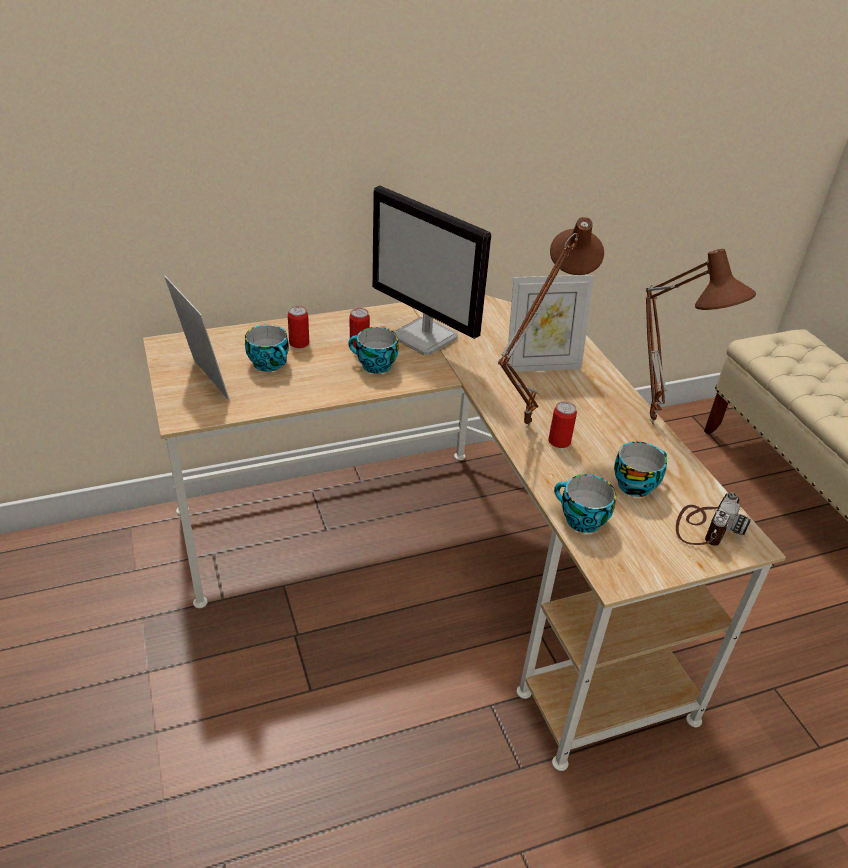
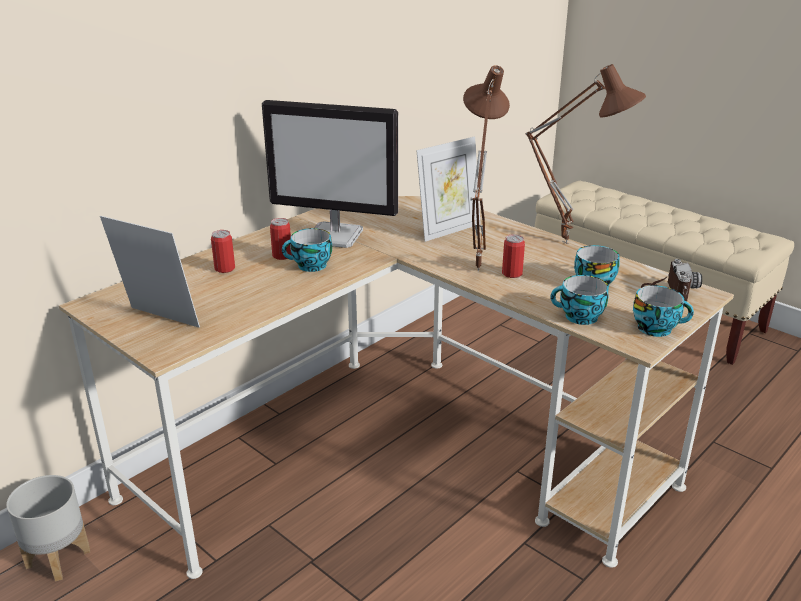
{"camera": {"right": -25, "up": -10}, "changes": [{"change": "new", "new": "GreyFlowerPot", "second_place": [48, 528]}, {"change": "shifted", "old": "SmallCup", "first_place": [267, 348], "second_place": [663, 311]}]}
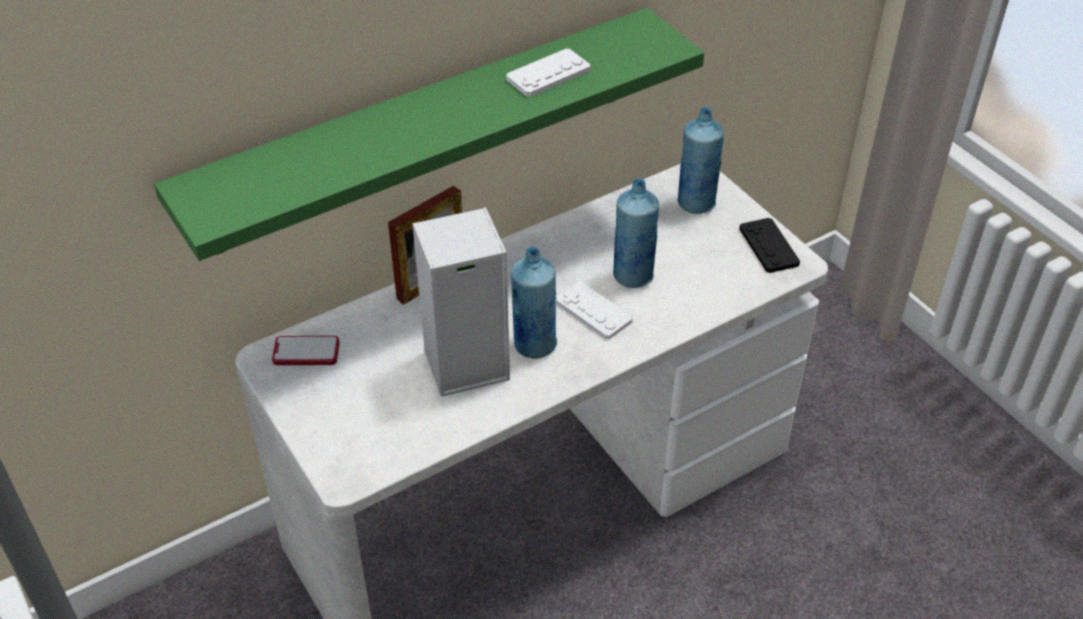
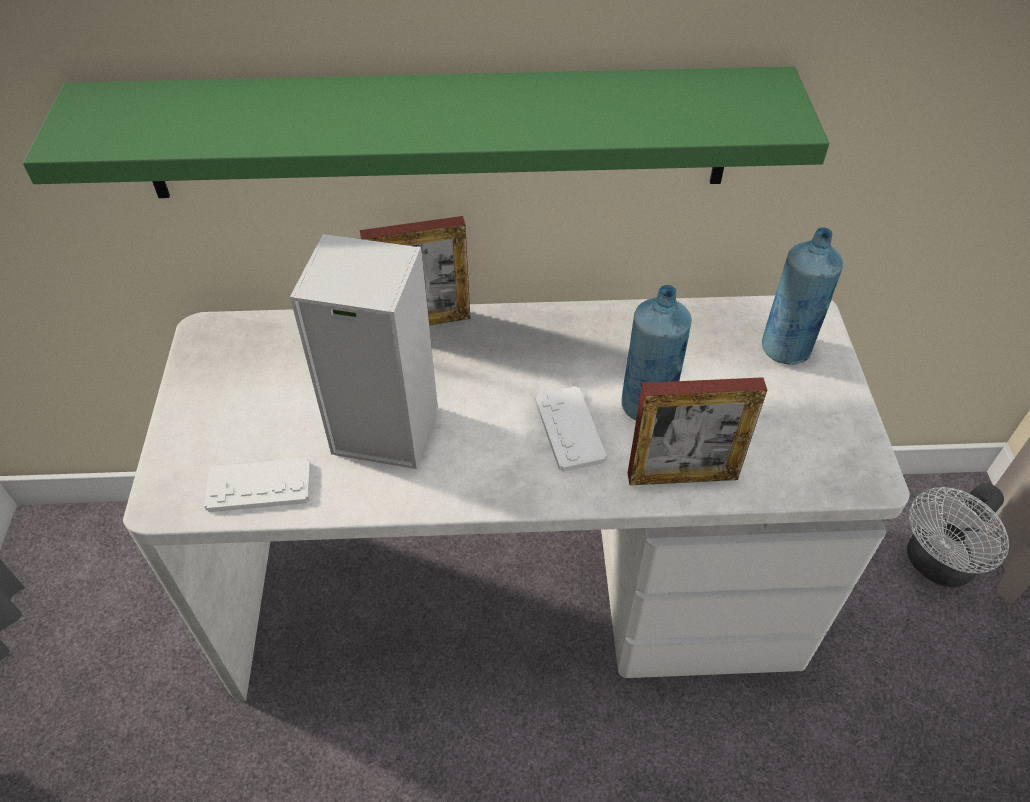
{"camera": {"right": 30, "up": 5}, "changes": [{"change": "shifted", "old": "WhiteJoypad", "first_place": [548, 72], "second_place": [257, 485]}, {"change": "new", "new": "PictureFrame", "second_place": [697, 431]}, {"change": "new", "new": "WhiteCoolingFan", "second_place": [958, 535]}, {"change": "gone", "old": "Telephone", "first_place": [305, 350]}, {"change": "gone", "old": "BluishBeverageBottle", "first_place": [534, 302]}, {"change": "gone", "old": "BlackColouredJoypad", "first_place": [769, 245]}]}
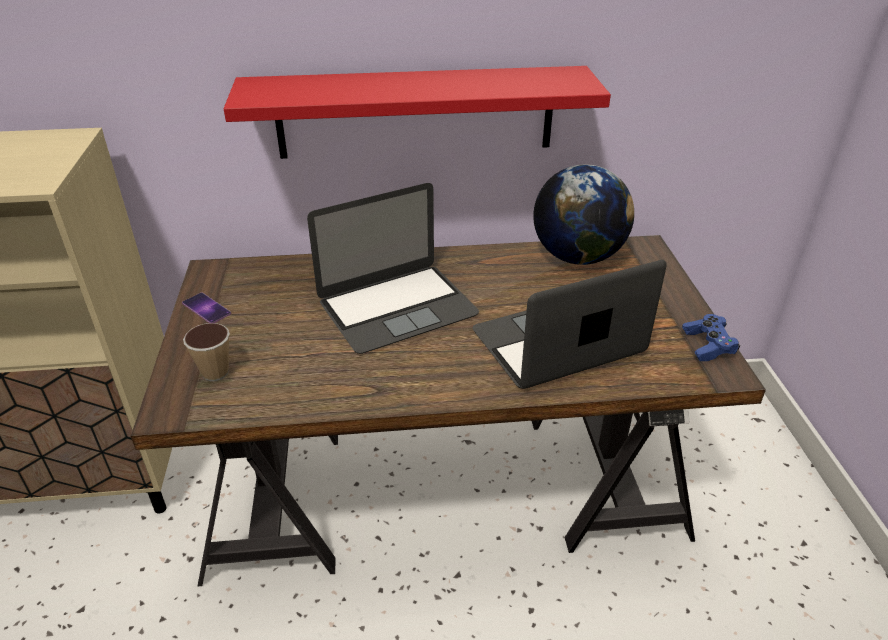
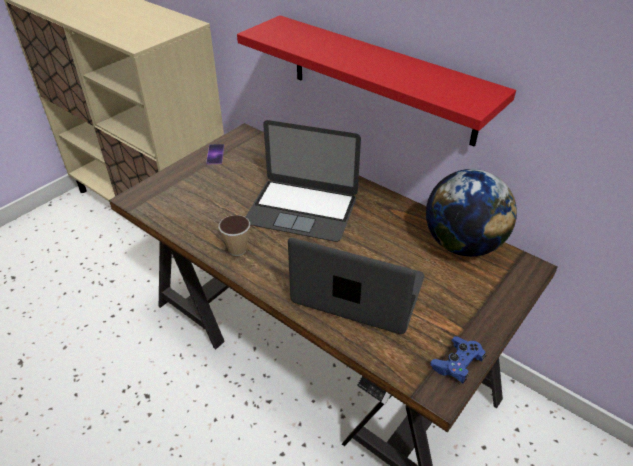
{"camera": {"right": 45, "up": 5}, "changes": [{"change": "shifted", "old": "SmallCup", "first_place": [206, 352], "second_place": [234, 235]}]}
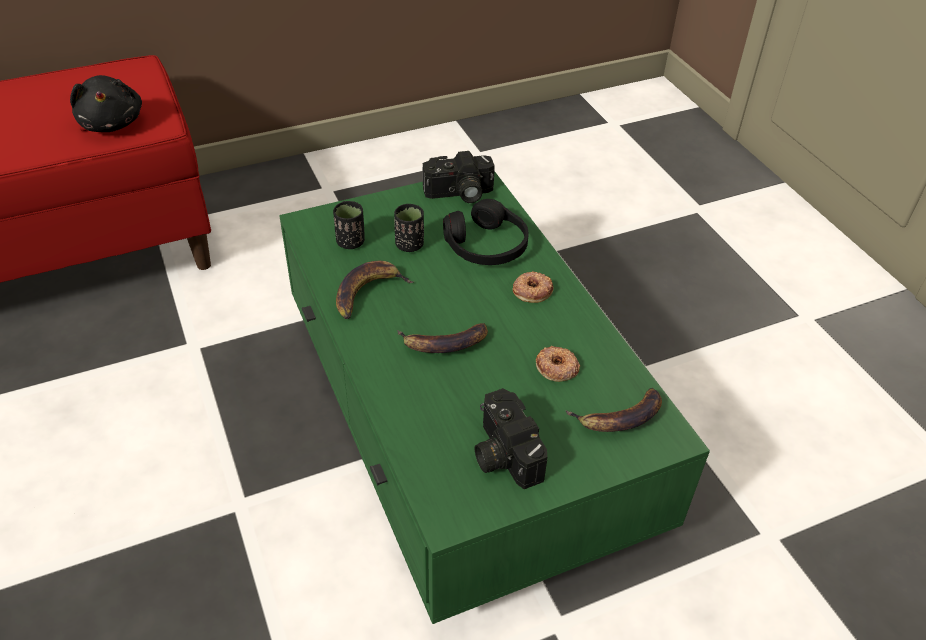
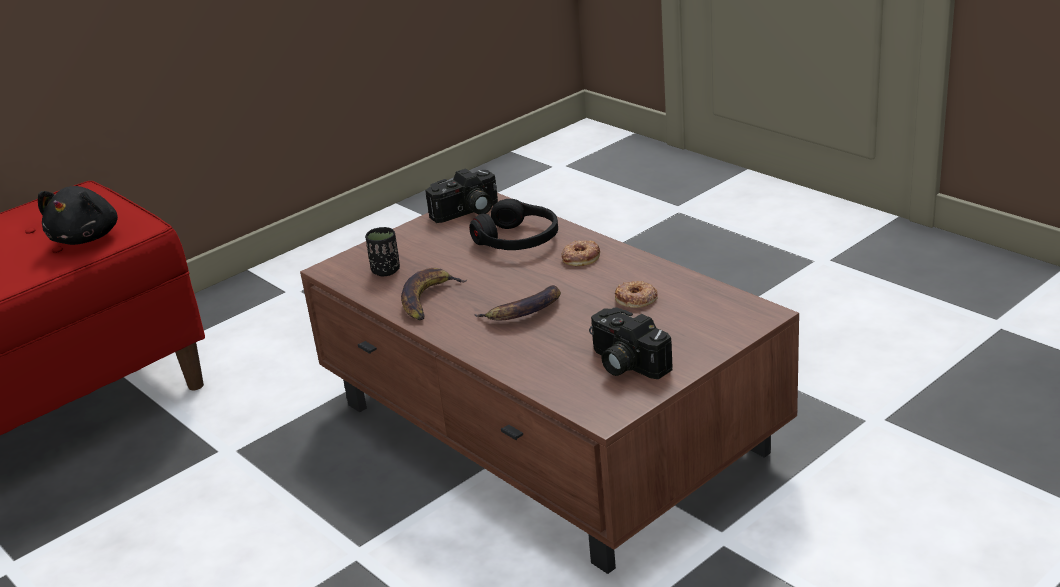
{"camera": {"right": -15, "up": -15}, "changes": [{"change": "rotated", "old": "BlackColouredSoftToy", "first_place": [106, 103], "second_place": [78, 215], "degrees": 45}, {"change": "repainted", "old": "GreenLowTable", "new": "BrownishLowTable", "first_place": [494, 397], "second_place": [549, 383]}, {"change": "gone", "old": "BlackColouredSmallCup", "first_place": [409, 228]}, {"change": "gone", "old": "BananaFruit", "first_place": [613, 410]}]}
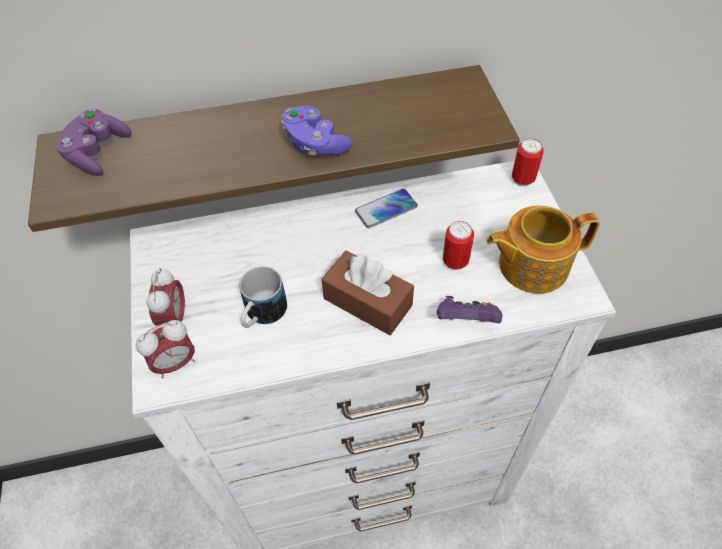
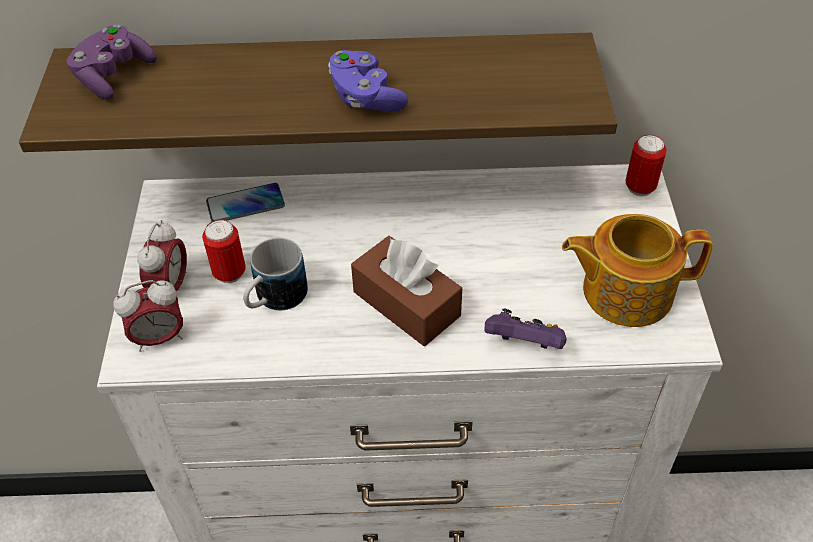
{"camera": {"right": 10, "up": -5}, "changes": [{"change": "shifted", "old": "Can", "first_place": [458, 245], "second_place": [224, 251]}, {"change": "shifted", "old": "Telephone", "first_place": [386, 208], "second_place": [245, 202]}]}
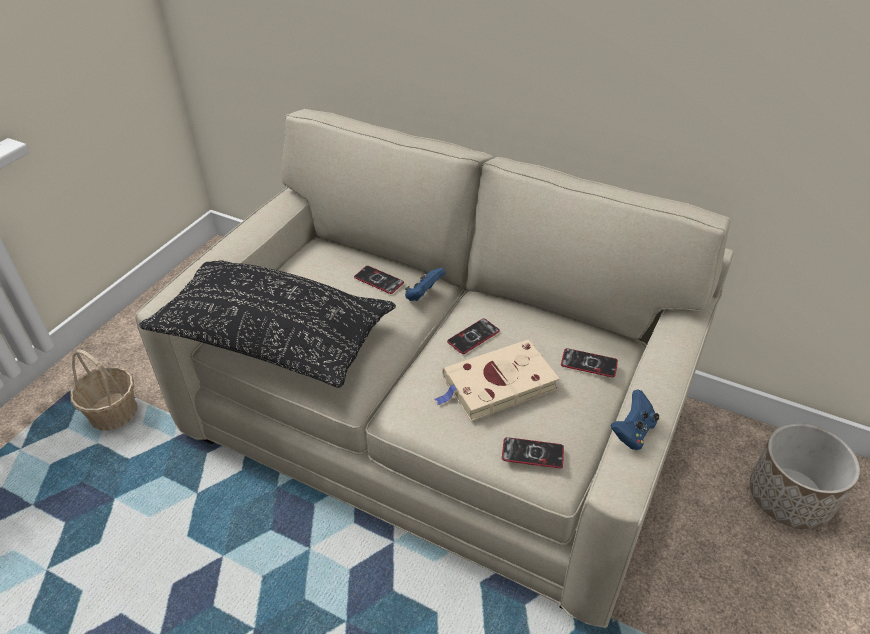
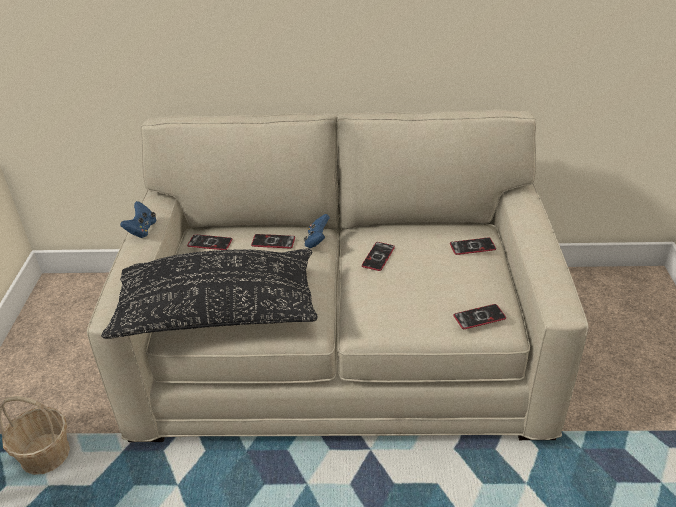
{"camera": {"right": -25, "up": -5}, "changes": [{"change": "shifted", "old": "BluishJoypad", "first_place": [635, 419], "second_place": [138, 219]}, {"change": "new", "new": "Telephone", "second_place": [209, 242]}, {"change": "gone", "old": "BeigeColouredBook", "first_place": [497, 380]}, {"change": "gone", "old": "FlowerPot", "first_place": [805, 476]}]}
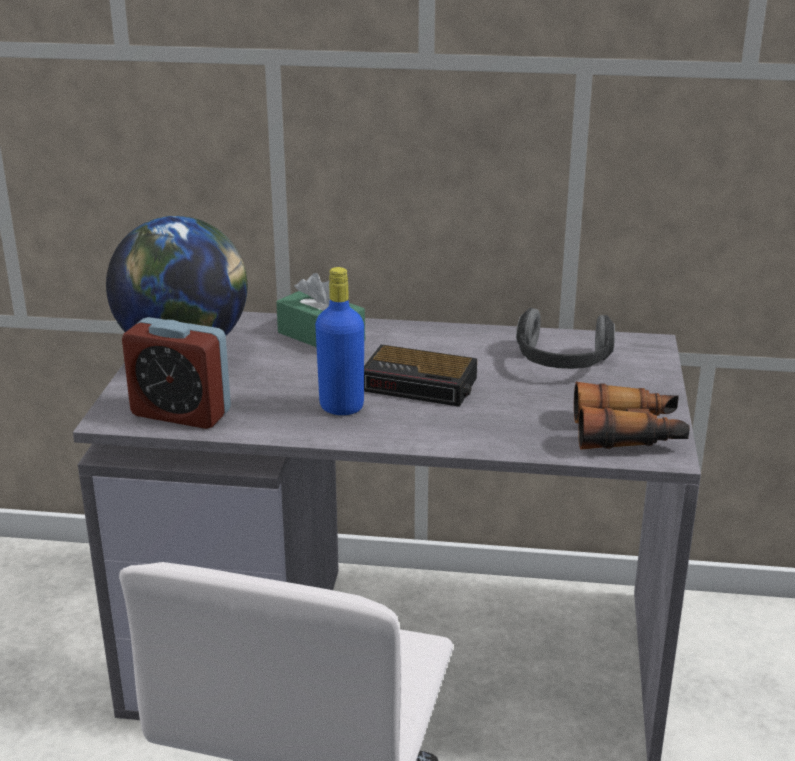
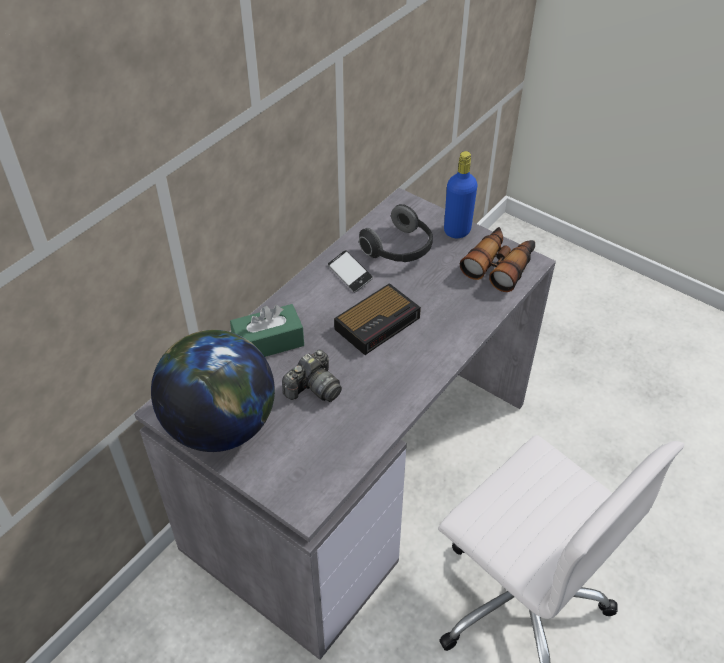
{"camera": {"right": -60, "up": 20}, "changes": [{"change": "new", "new": "PhotoCamera", "second_place": [312, 376]}, {"change": "new", "new": "Telephone", "second_place": [350, 271]}, {"change": "shifted", "old": "BluishBeverageBottle", "first_place": [339, 341], "second_place": [460, 194]}, {"change": "gone", "old": "BedsideClock", "first_place": [176, 373]}]}
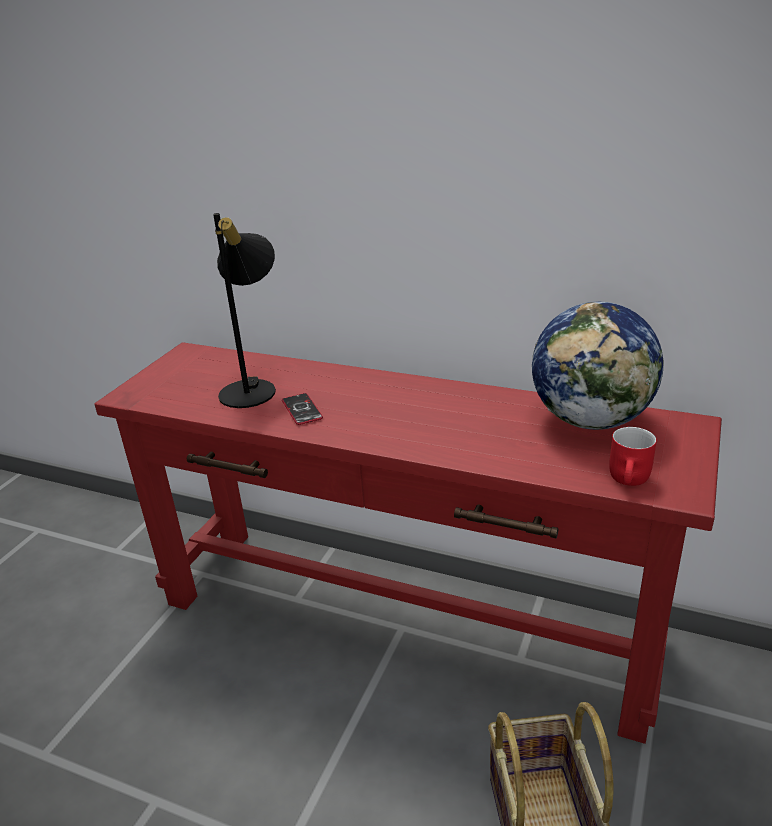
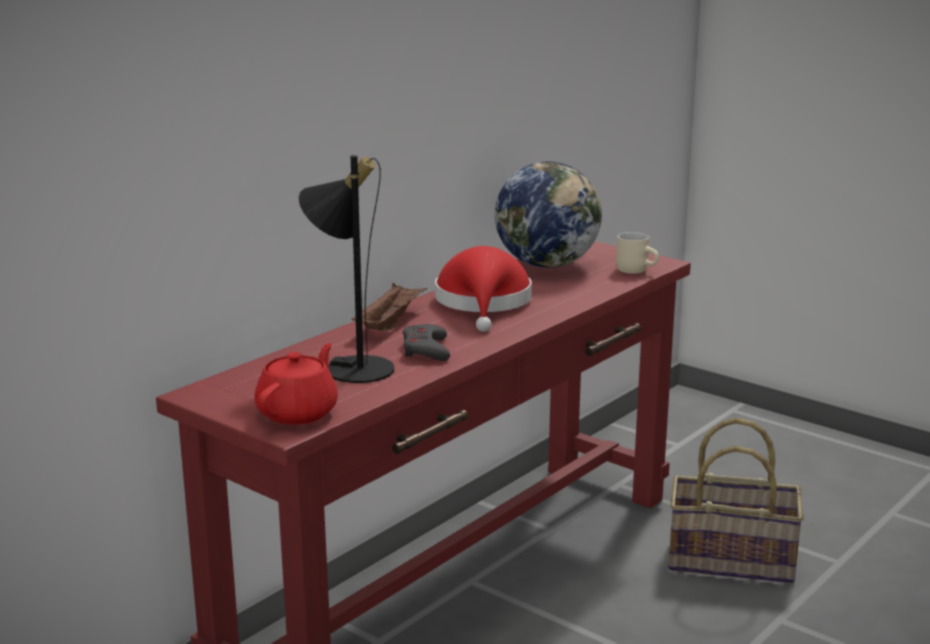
{"camera": {"right": -75, "up": -10}, "changes": [{"change": "new", "new": "ReddishTeapot", "second_place": [296, 384]}, {"change": "new", "new": "BrownishServingTray", "second_place": [389, 307]}, {"change": "swapped", "old": "Telephone", "new": "GreyJoypad", "first_place": [302, 409], "second_place": [426, 342]}, {"change": "new", "new": "ReddishClothingHat", "second_place": [483, 289]}, {"change": "repainted", "old": "ReddishMug", "new": "BeigeColouredMug", "first_place": [633, 456], "second_place": [637, 253]}]}
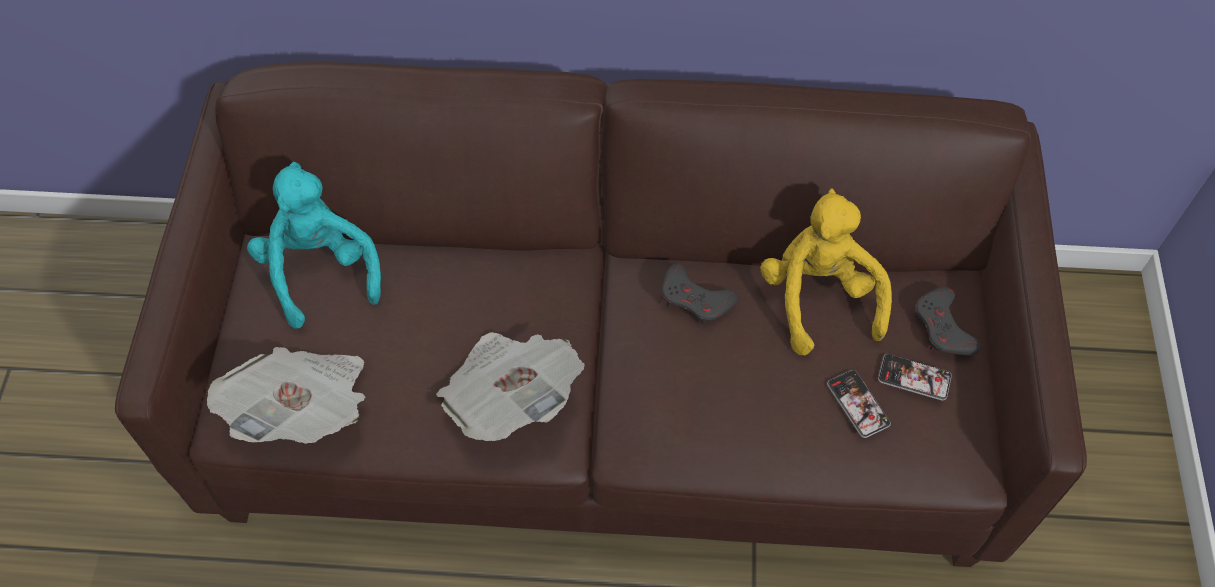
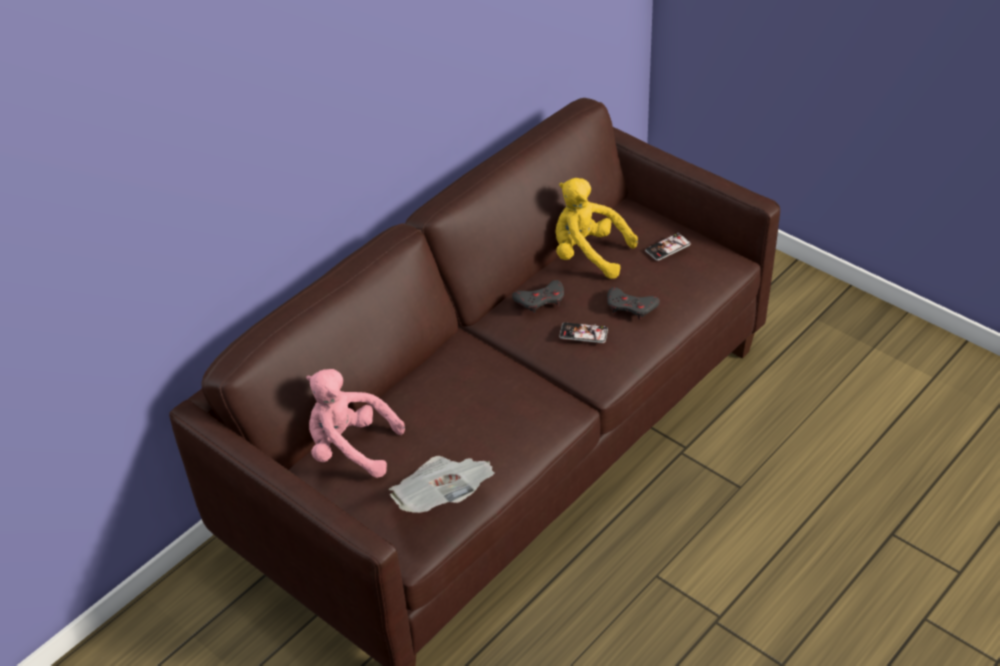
{"camera": {"right": -50, "up": -15}, "changes": [{"change": "repainted", "old": "BlueGreenSoftToy", "new": "PinkColouredSoftToy", "first_place": [314, 245], "second_place": [355, 423]}, {"change": "shifted", "old": "Telephone", "first_place": [859, 404], "second_place": [583, 332]}, {"change": "shifted", "old": "GreyJoypad", "first_place": [947, 321], "second_place": [633, 303]}, {"change": "gone", "old": "PrintedPaper", "first_place": [510, 386]}]}
